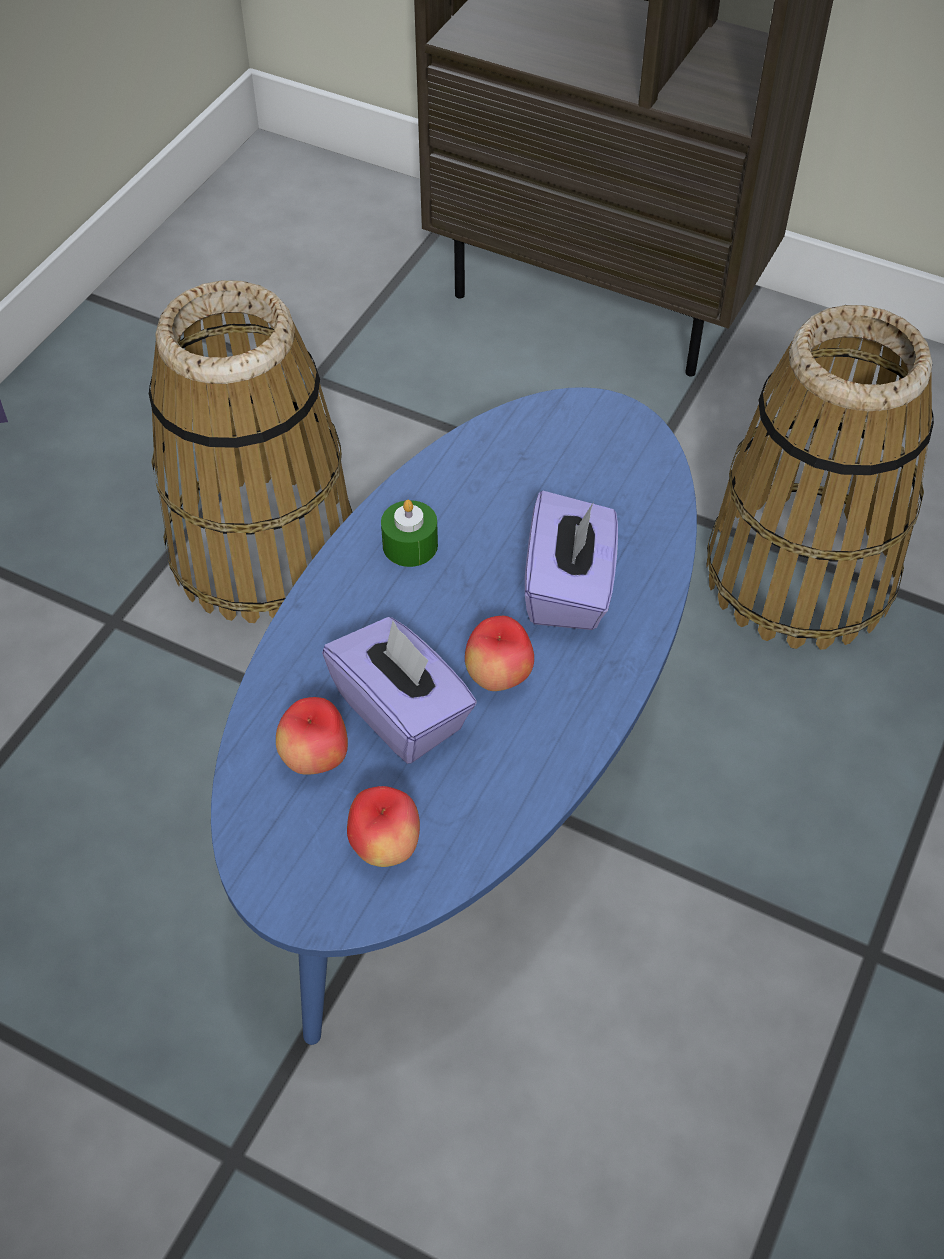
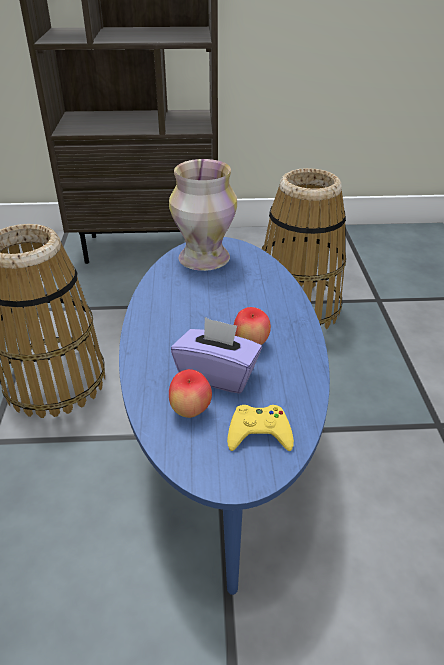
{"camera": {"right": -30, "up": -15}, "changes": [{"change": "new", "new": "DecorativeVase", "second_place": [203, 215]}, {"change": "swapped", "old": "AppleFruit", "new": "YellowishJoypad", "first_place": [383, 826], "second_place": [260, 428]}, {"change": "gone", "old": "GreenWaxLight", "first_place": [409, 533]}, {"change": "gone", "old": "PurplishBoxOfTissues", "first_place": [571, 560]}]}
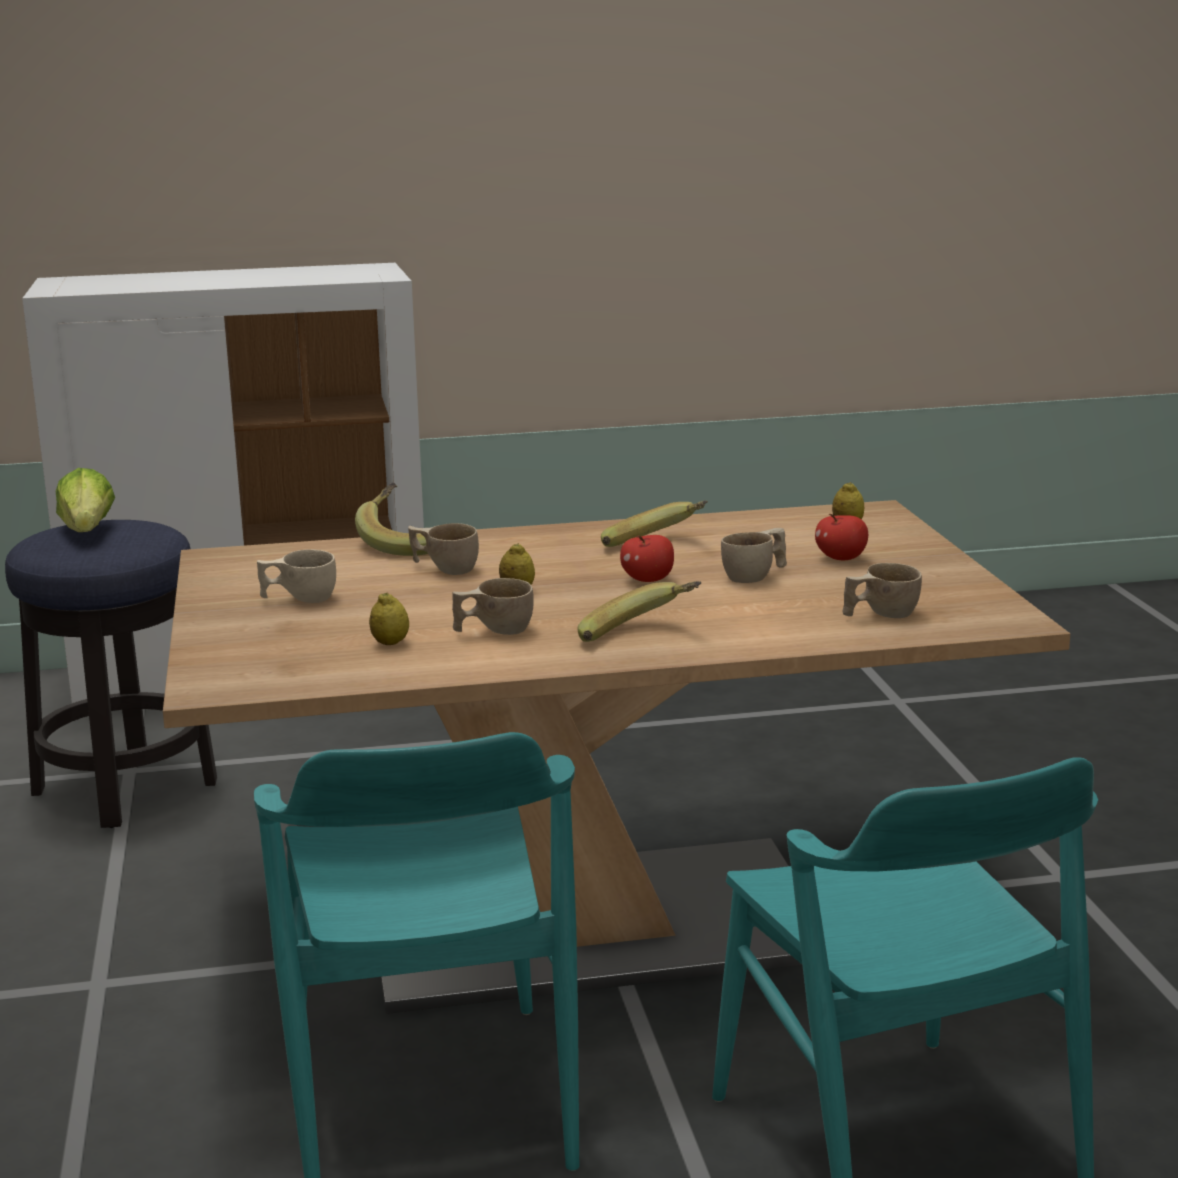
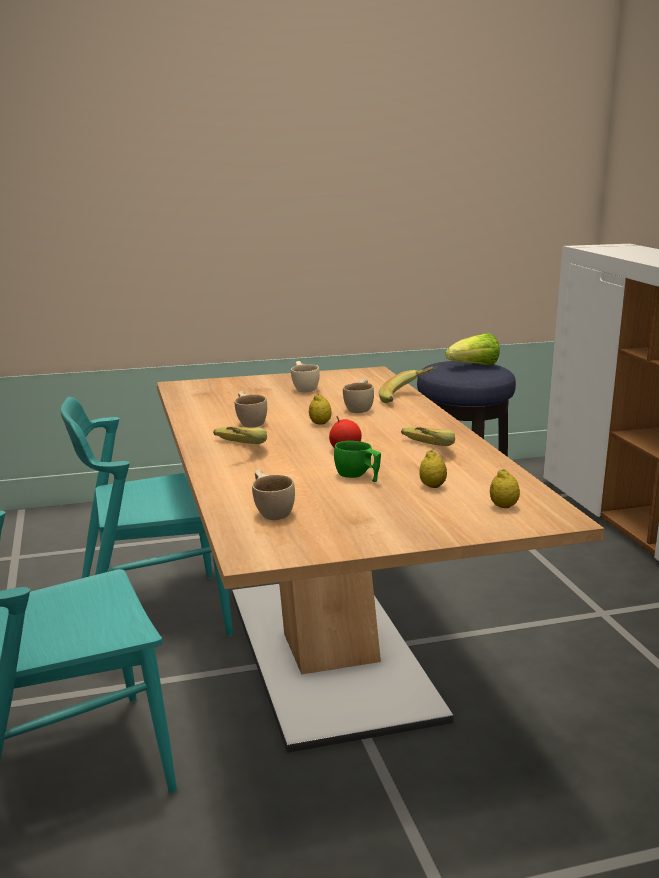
{"camera": {"right": 85, "up": 0}, "changes": [{"change": "repainted", "old": "BeigeColouredSmallCup", "new": "GreenSmallCup", "first_place": [754, 555], "second_place": [357, 461]}, {"change": "shifted", "old": "Lemon", "first_place": [389, 618], "second_place": [433, 469]}, {"change": "gone", "old": "AppleFruit", "first_place": [841, 537]}]}
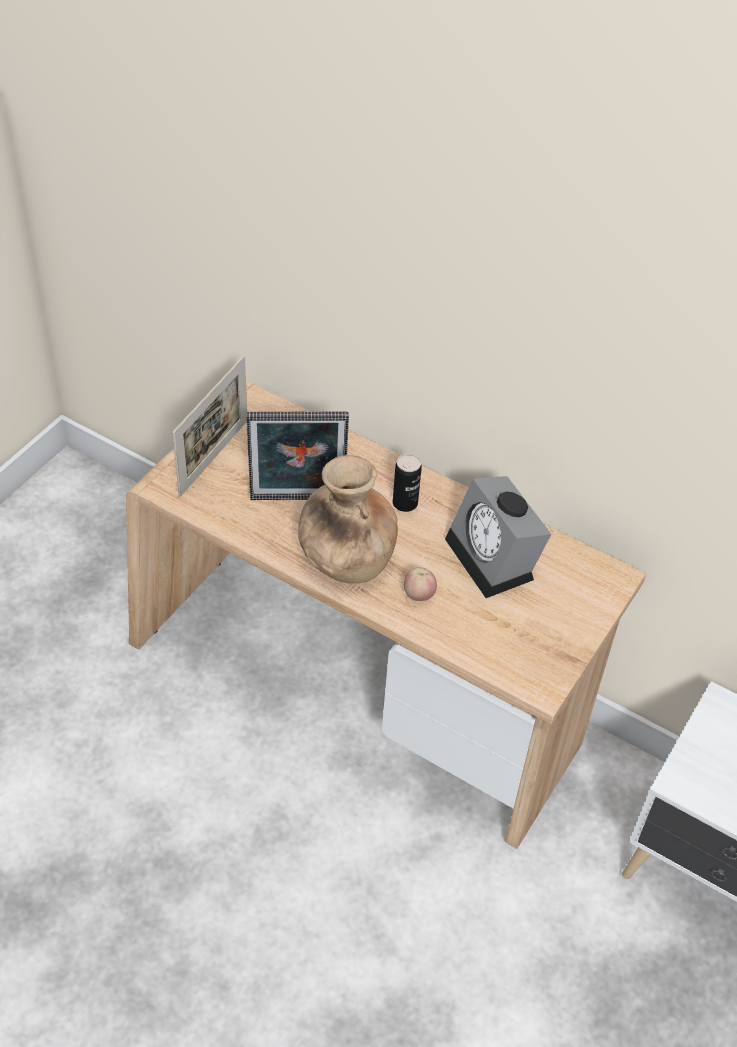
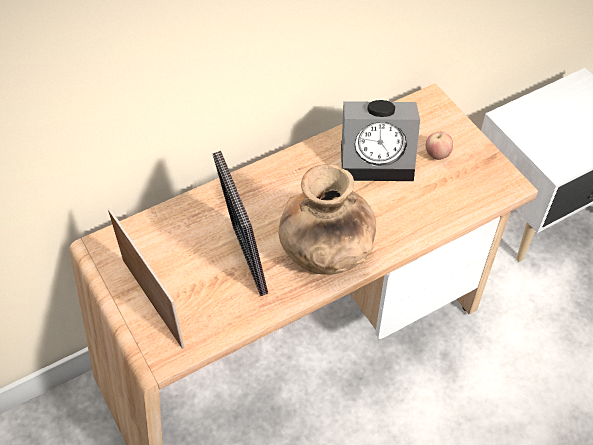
{"camera": {"right": -60, "up": 5}, "changes": [{"change": "rotated", "old": "PictureFrame", "first_place": [297, 456], "second_place": [240, 223], "degrees": 135}, {"change": "shifted", "old": "AppleFruit", "first_place": [420, 584], "second_place": [439, 146]}, {"change": "gone", "old": "Can", "first_place": [407, 483]}]}
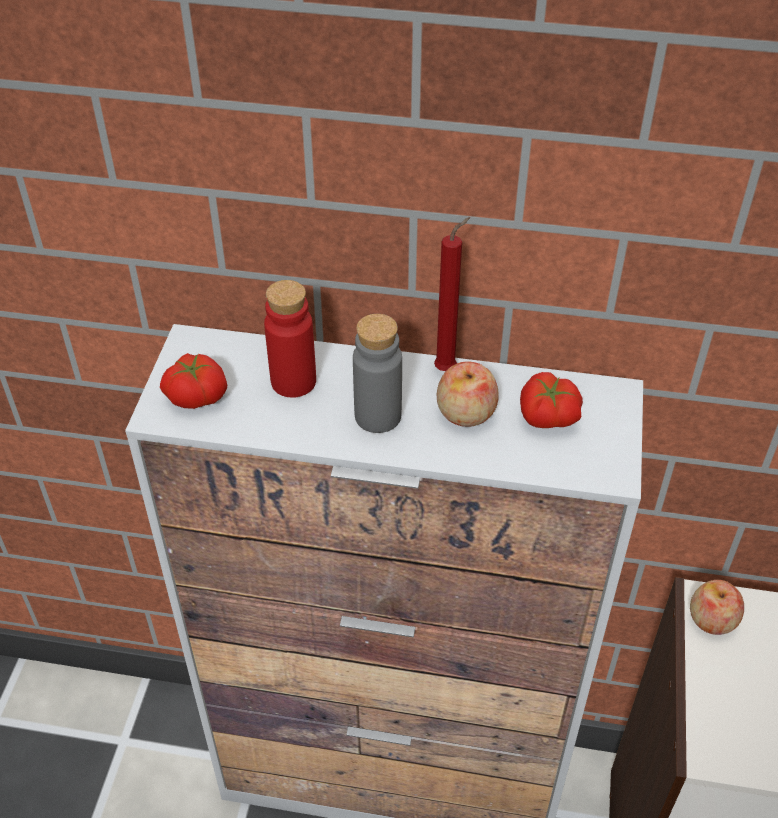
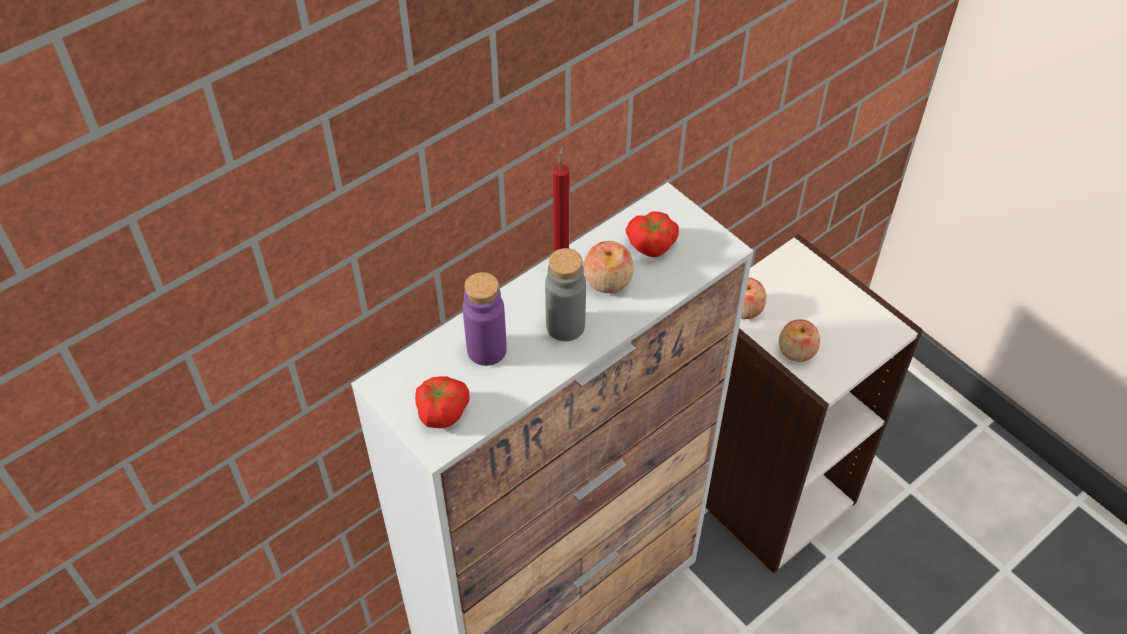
{"camera": {"right": -50, "up": 5}, "changes": [{"change": "repainted", "old": "ReddishBeverageBottle", "new": "PurplishBeverageBottle", "first_place": [290, 339], "second_place": [485, 319]}, {"change": "new", "new": "AppleFruit", "second_place": [799, 340]}]}
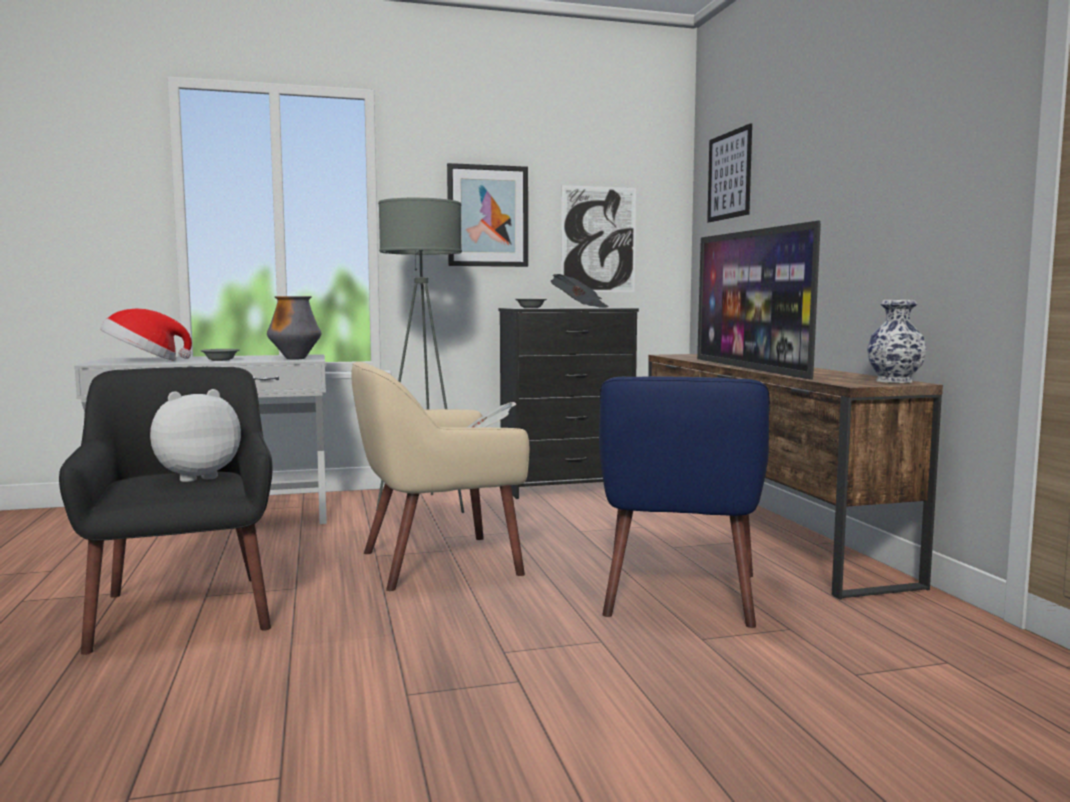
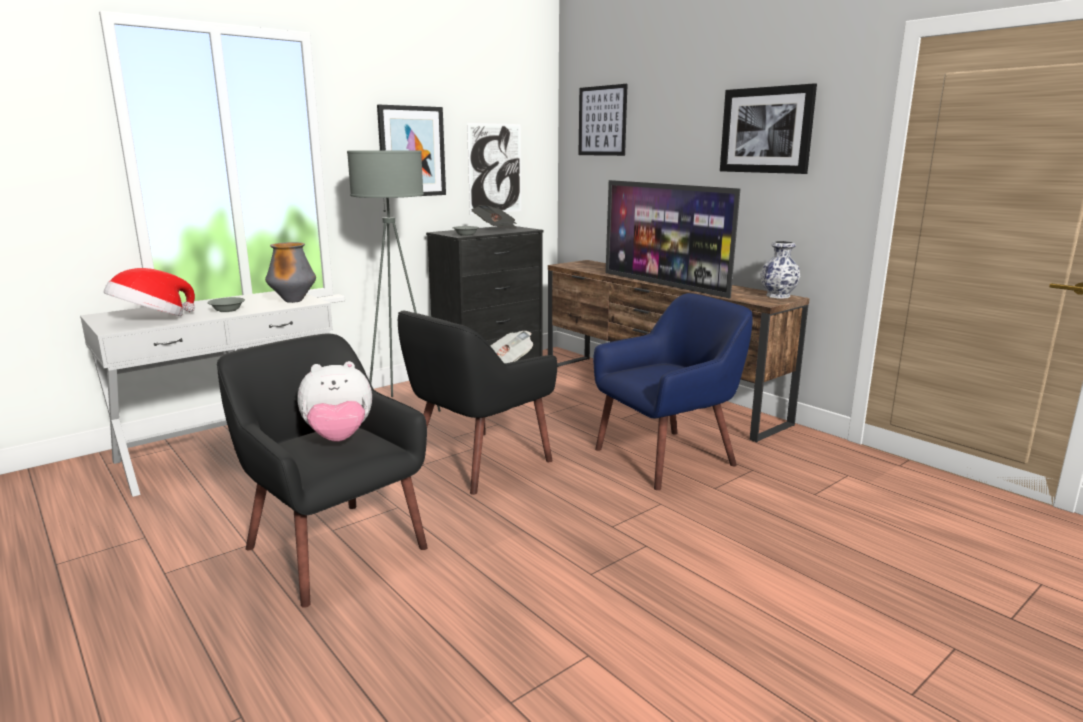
{"camera": {"right": -25, "up": 10}, "changes": [{"change": "rotated", "old": "SoftToy", "first_place": [195, 435], "second_place": [334, 401], "degrees": -135}, {"change": "repainted", "old": "BeigeColouredEasyChair", "new": "BlackColouredEasyChair", "first_place": [440, 476], "second_place": [477, 403]}, {"change": "rotated", "old": "BluishEasyChair", "first_place": [684, 502], "second_place": [673, 391], "degrees": -105}, {"change": "new", "new": "Picture", "second_place": [768, 128]}]}
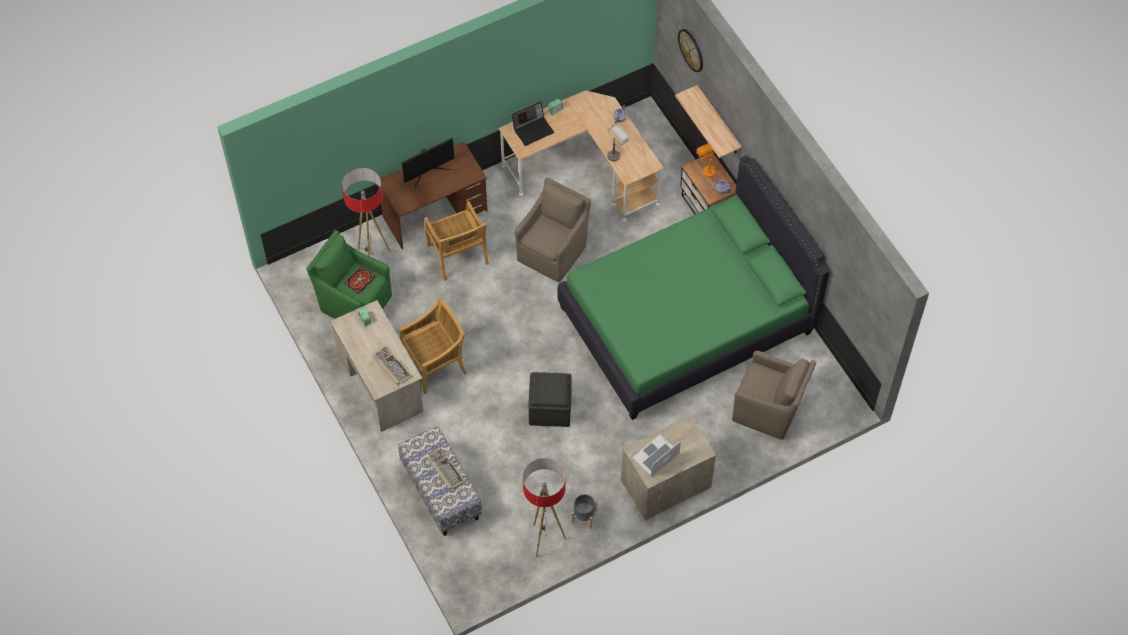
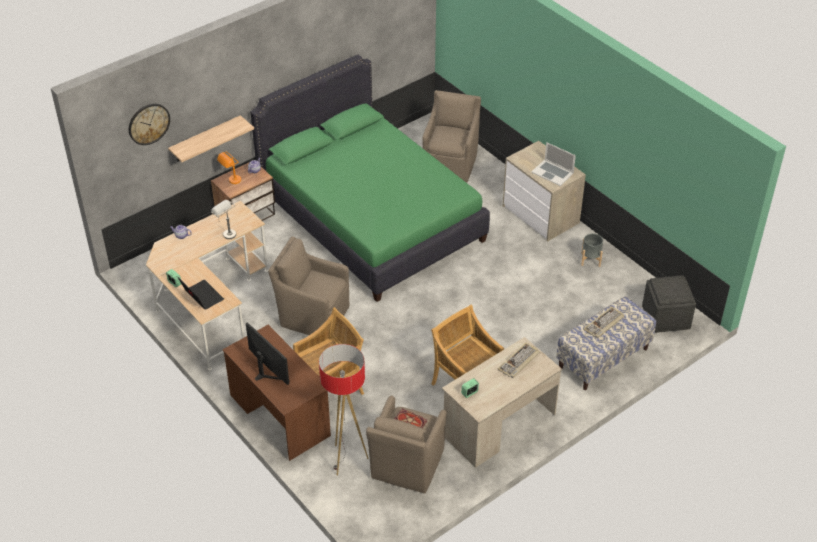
{"camera": {"right": -100, "up": -15}, "changes": [{"change": "repainted", "old": "GreenEasyChair", "new": "BrownishEasyChair", "first_place": [349, 274], "second_place": [406, 445]}, {"change": "shifted", "old": "GreyFootrest", "first_place": [550, 399], "second_place": [669, 304]}, {"change": "gone", "old": "StandingLamp", "first_place": [544, 507]}]}
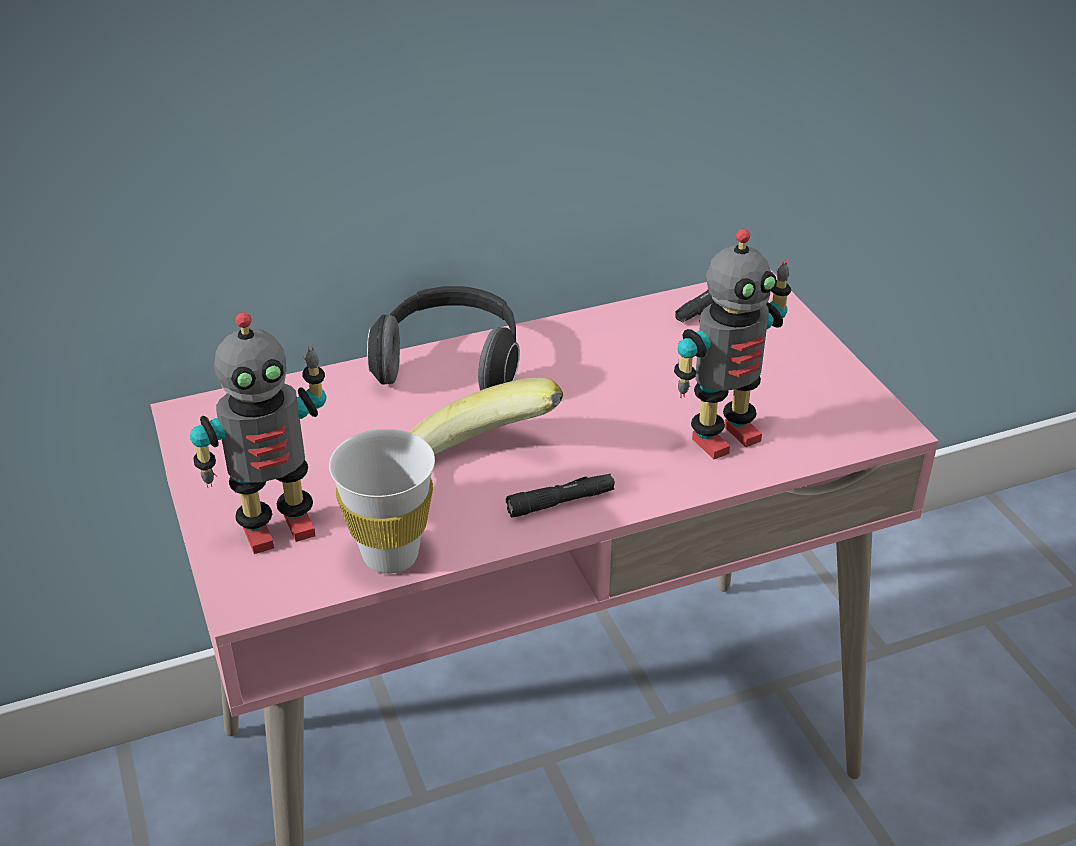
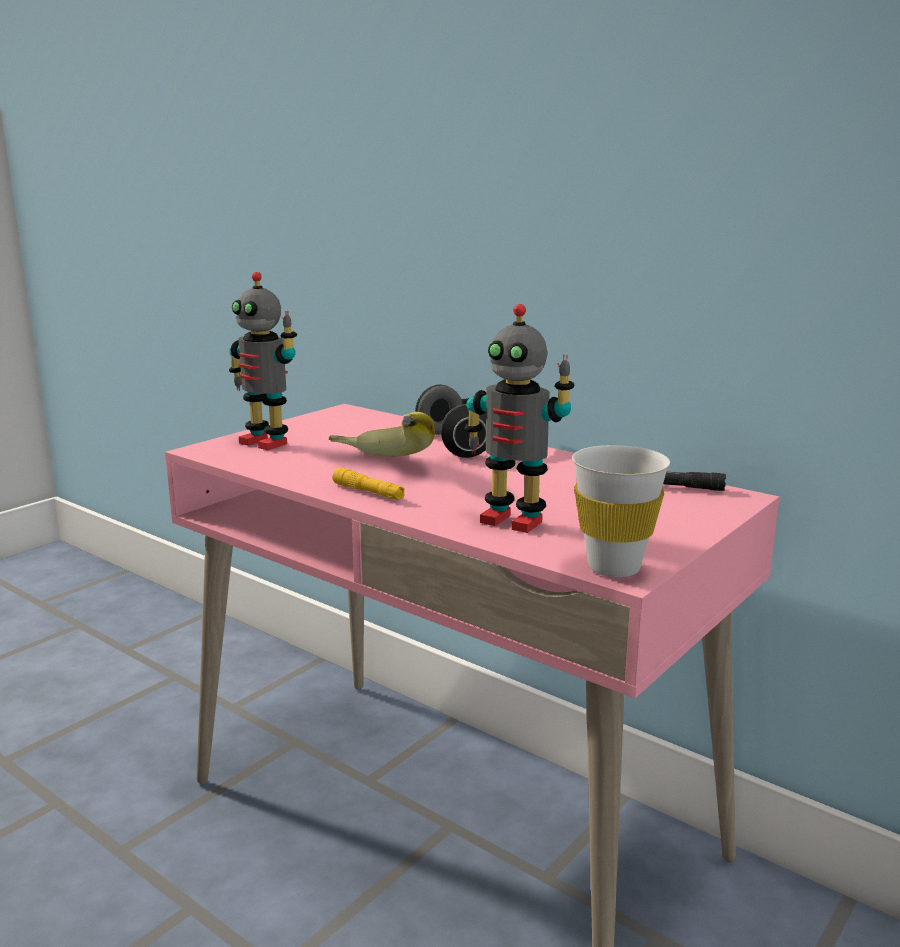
{"camera": {"right": 60, "up": -20}, "changes": [{"change": "repainted", "old": "BlackColouredHandTorch", "new": "YellowishHandTorch", "first_place": [560, 496], "second_place": [368, 483]}, {"change": "shifted", "old": "WhiteSmallCup", "first_place": [382, 501], "second_place": [621, 511]}]}
